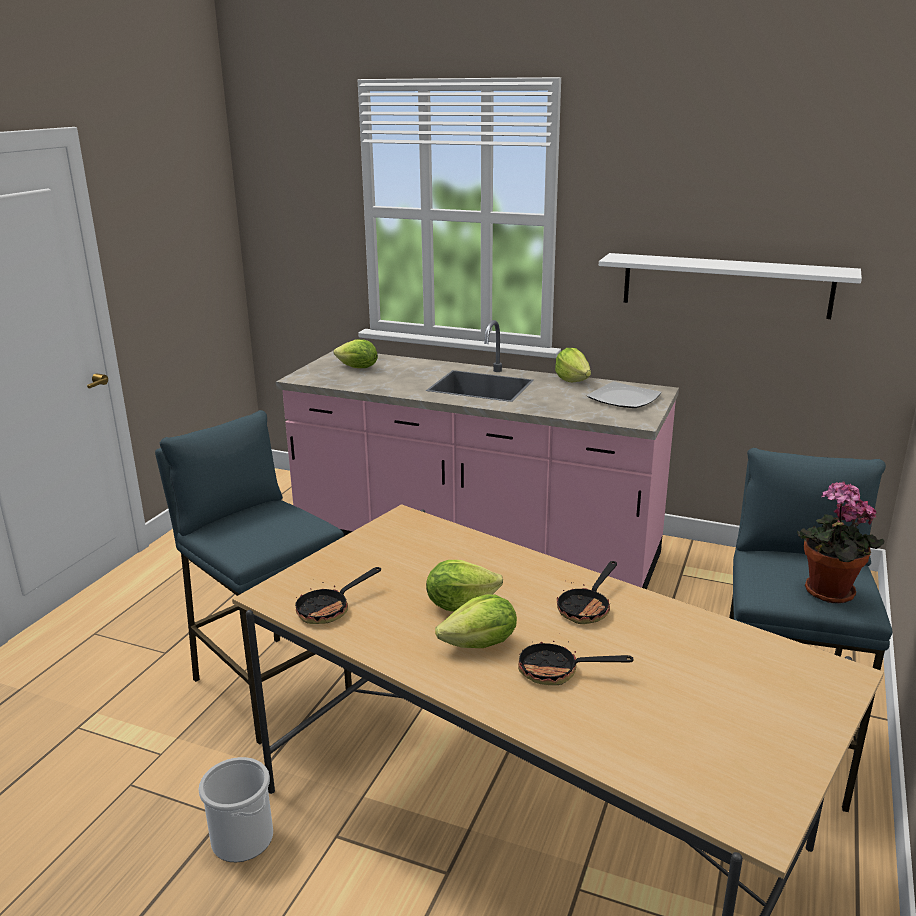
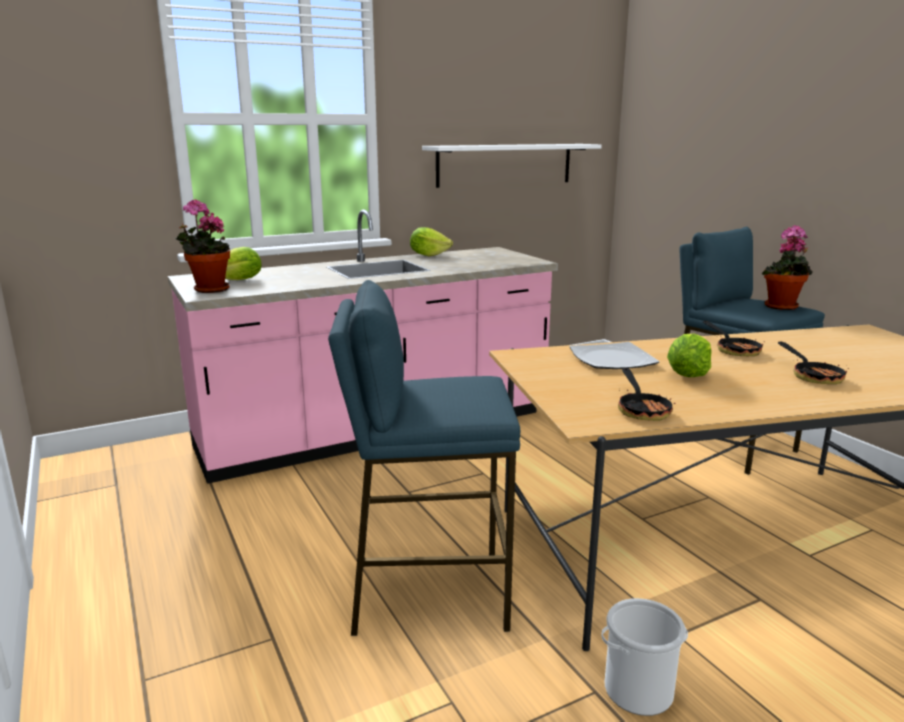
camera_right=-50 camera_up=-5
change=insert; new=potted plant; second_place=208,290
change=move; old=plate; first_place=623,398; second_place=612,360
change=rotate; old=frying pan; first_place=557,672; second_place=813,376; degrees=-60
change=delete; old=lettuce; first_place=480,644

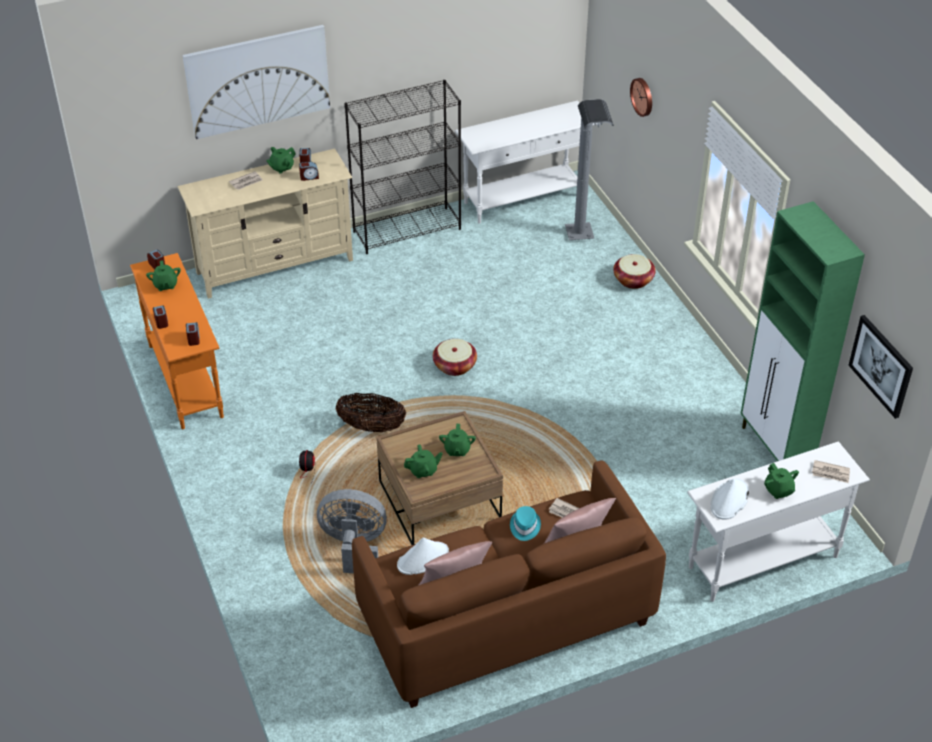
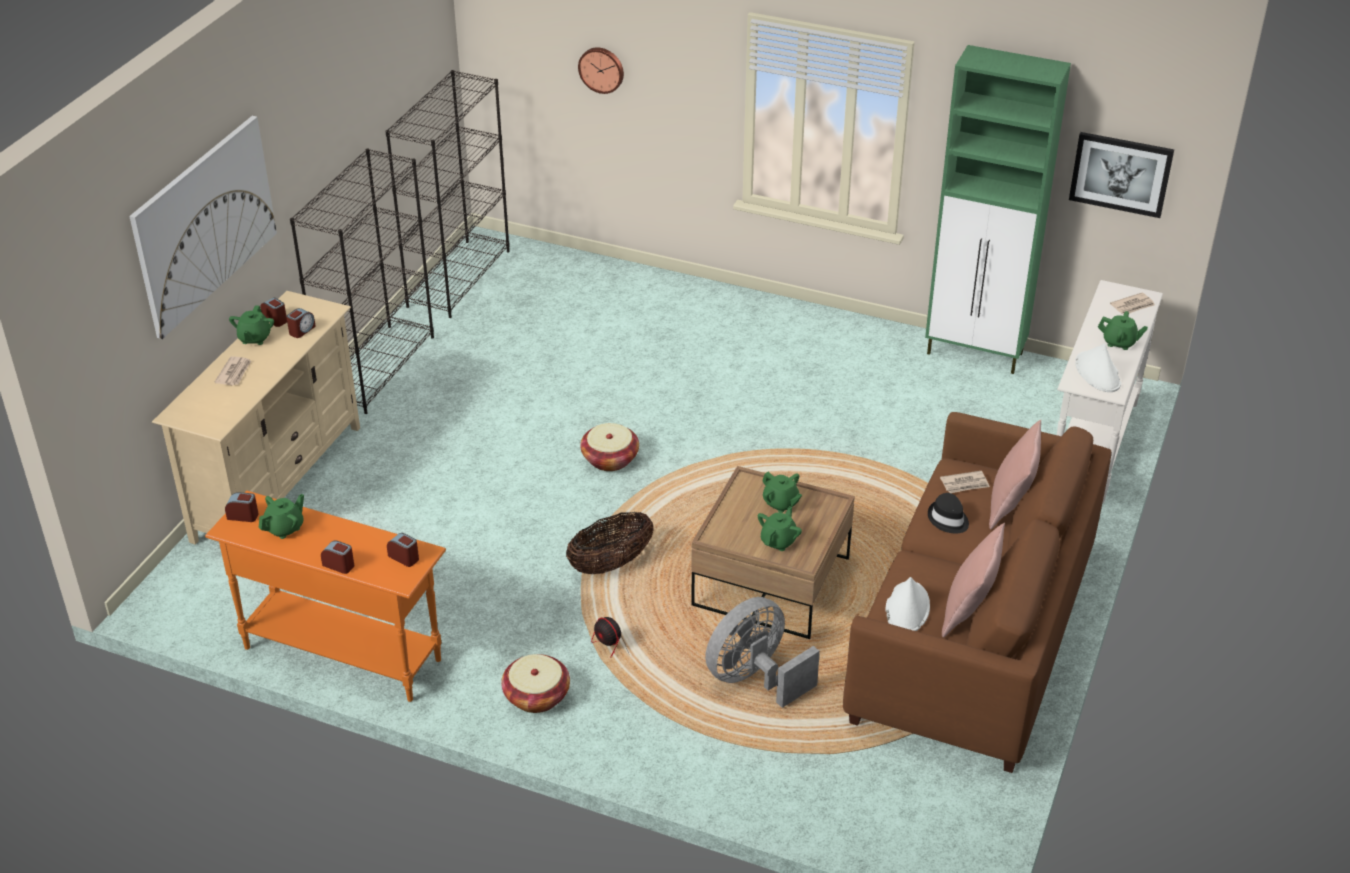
camera_right=-45 camera_up=-5
change=rotate; old=teapot/green; first_place=165,285; second_place=285,528; degrees=-75
change=replace; old=console table/white; new=bookcase/black; first_place=523,200; second_place=459,278
change=move; old=basket; first_place=633,280; second_place=536,696
change=recolor; old=hat/turquoise; new=hat/black; first_place=524,526; second_place=948,519
change=delete; old=floor lamp/grey; first_place=583,245

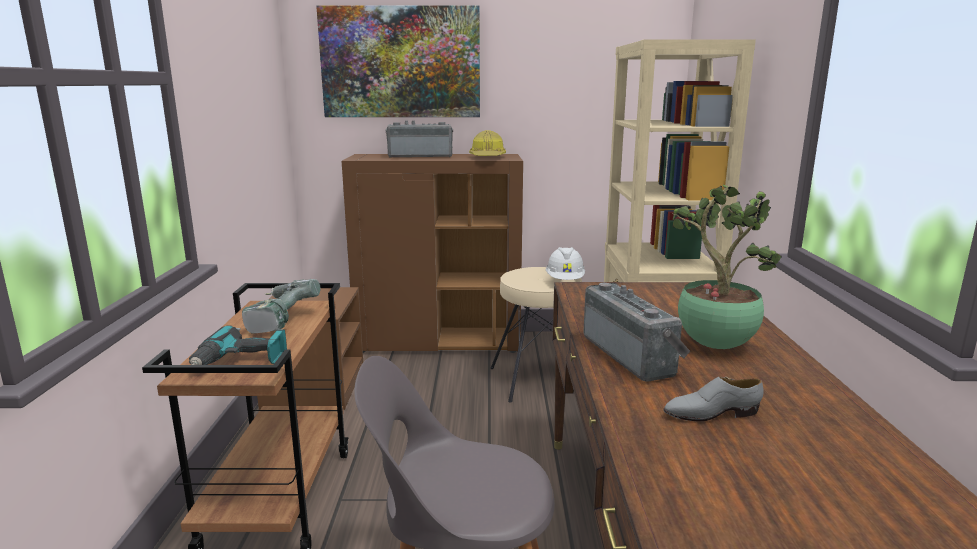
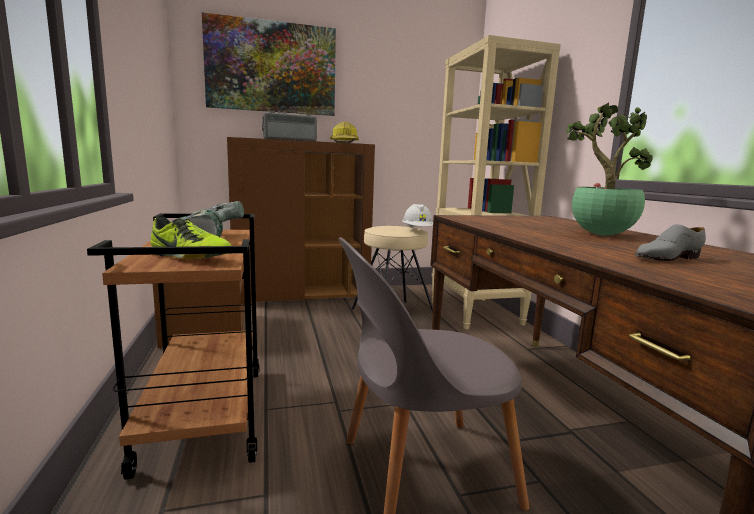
camera_right=-15 camera_up=-5
change=replace; old=power drill; new=shoe; first_place=241,361; second_place=190,257
change=delete; old=radio; first_place=632,355

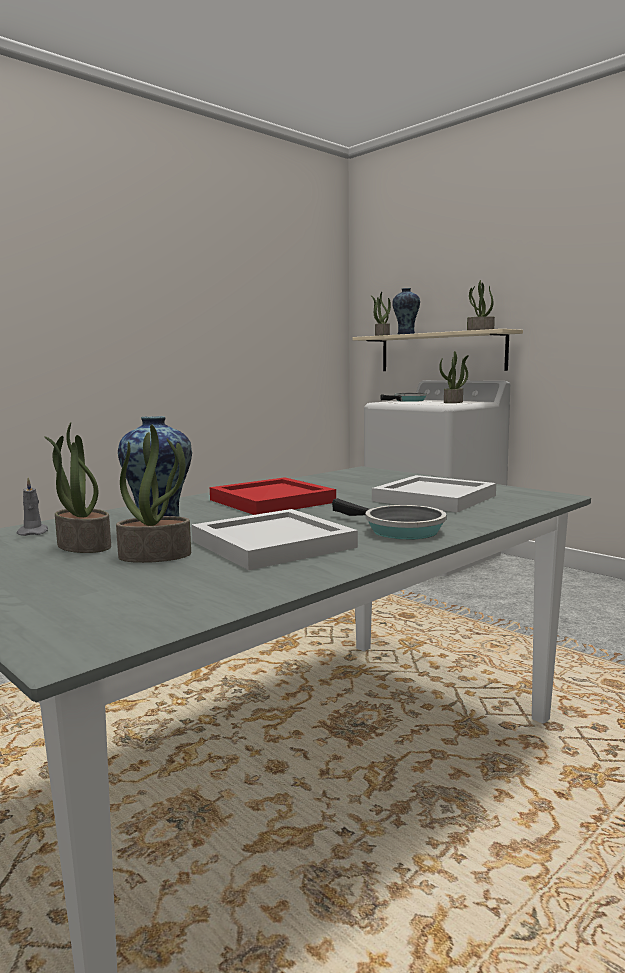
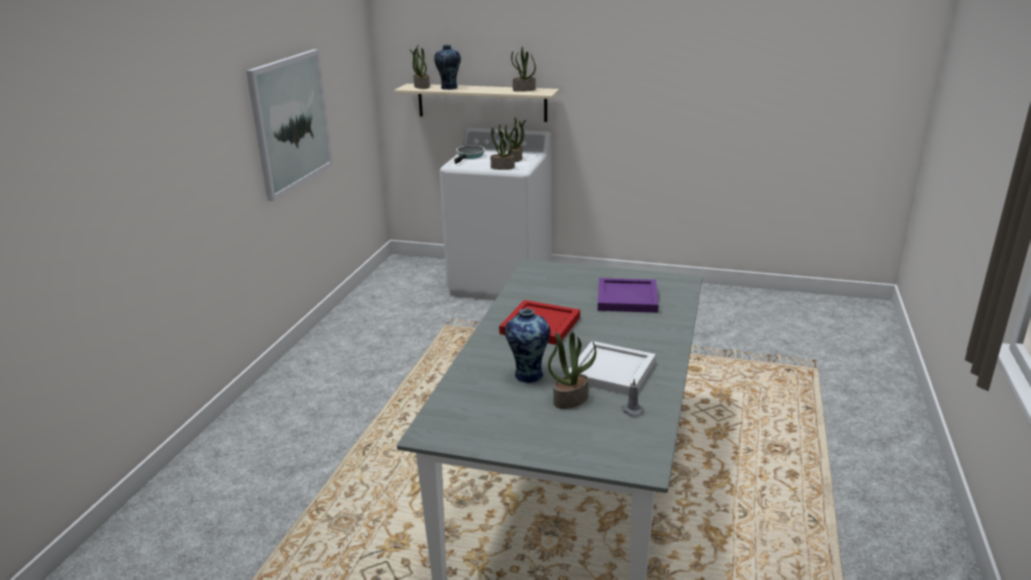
camera_right=-30 camera_up=15
change=insert; new=picture; second_place=291,122
change=move; old=potted plant; first_place=82,546; second_place=502,167
change=recolor; old=tray/white; new=tray/purple; first_place=436,498; second_place=628,298
change=move; old=candle/grey; first_place=33,532; second_place=631,410
change=delete; old=frying pan; first_place=398,529

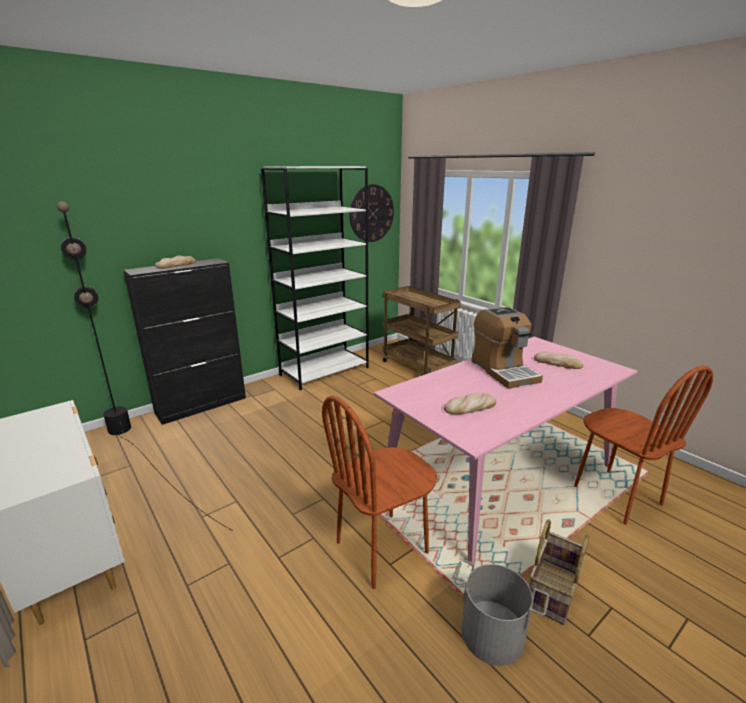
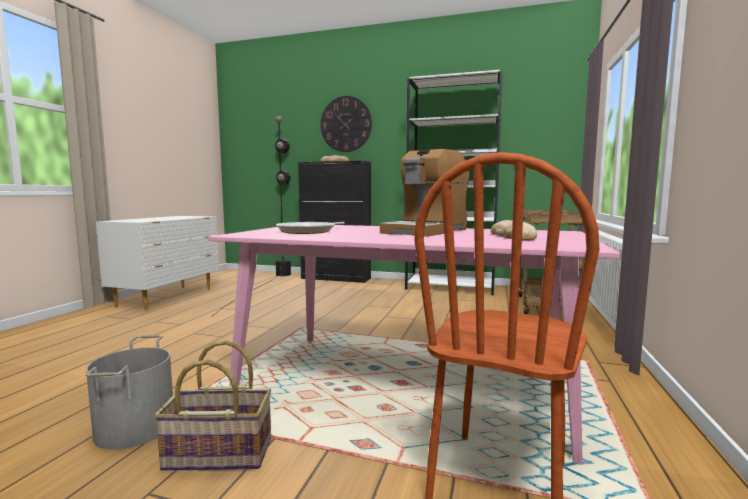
camera_right=55 camera_up=-15
change=replace; old=bread; new=frying pan; first_place=470,407; second_place=309,231
change=move; old=wall clock; first_place=371,213; second_place=346,124
change=delete; old=chair/brown; first_place=382,548

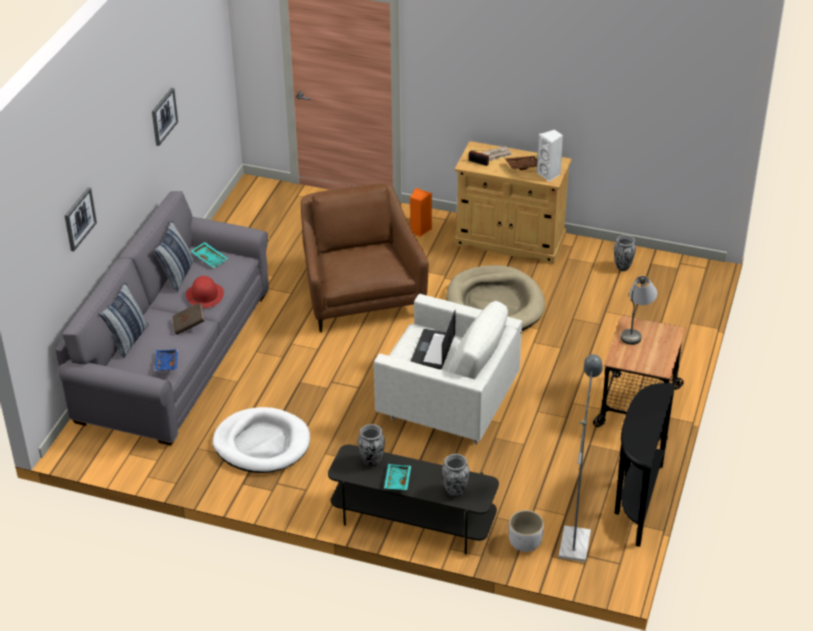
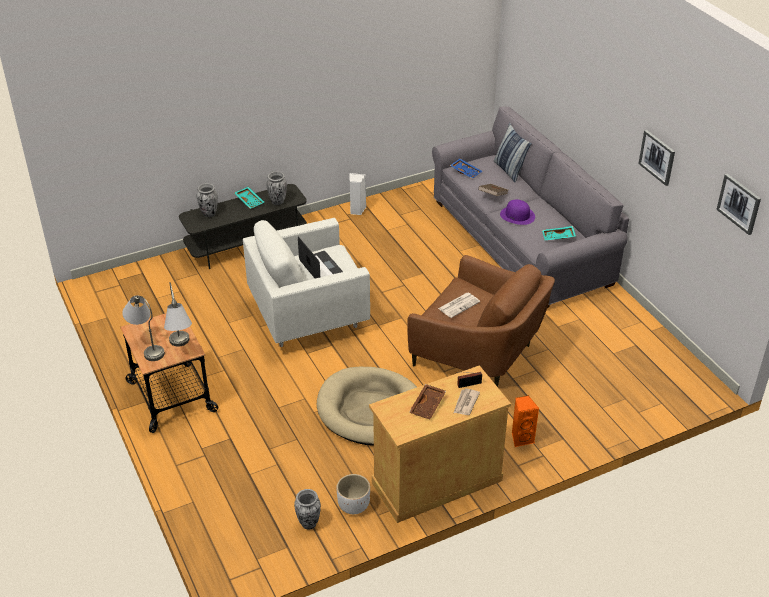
camera_right=135 camera_up=0
change=insert; new=table lamp/grey; second_place=147,347
change=move; old=planter/white; first_place=525,543; second_place=353,506
change=move; old=speaker/white; first_place=549,174; second_place=356,210
change=insert; new=newspaper; second_place=459,305
change=recolor; old=hat/red; new=hat/purple; first_place=204,295; second_place=517,215
change=move; old=picture; first_place=79,218; second_place=739,203
change=delete; old=pillow; first_place=177,276
change=delete; old=dog bed/white; first_place=262,444
change=delete; old=floor lamp/grey; first_place=575,538
change=delete; old=console table/black; first_place=636,501

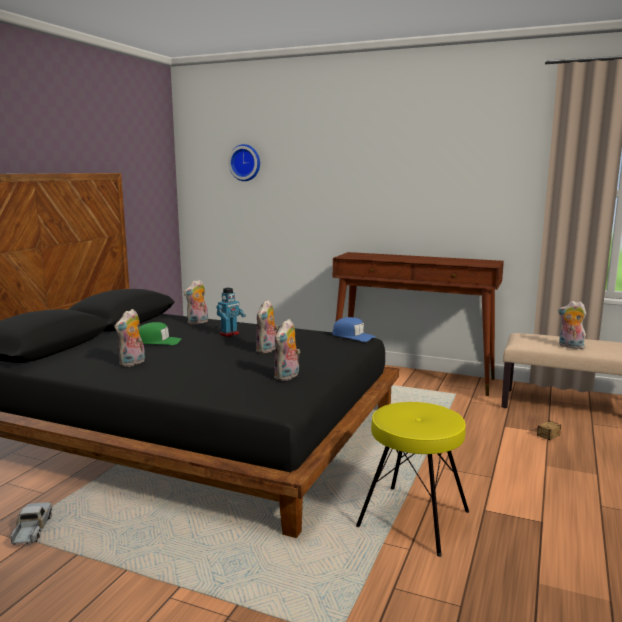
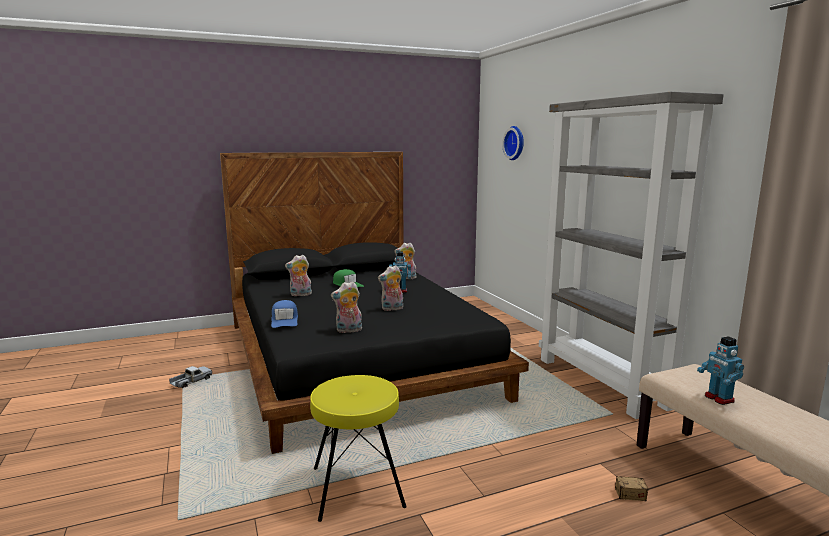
camera_right=45 camera_up=0
change=move; old=cap/blue; first_place=353,336; second_place=285,320
change=replace; old=console table/brown; new=bookcase/grey; first_place=412,376; second_place=602,382
change=replace; old=plush toy; new=toy robot; first_place=570,346; second_place=718,398

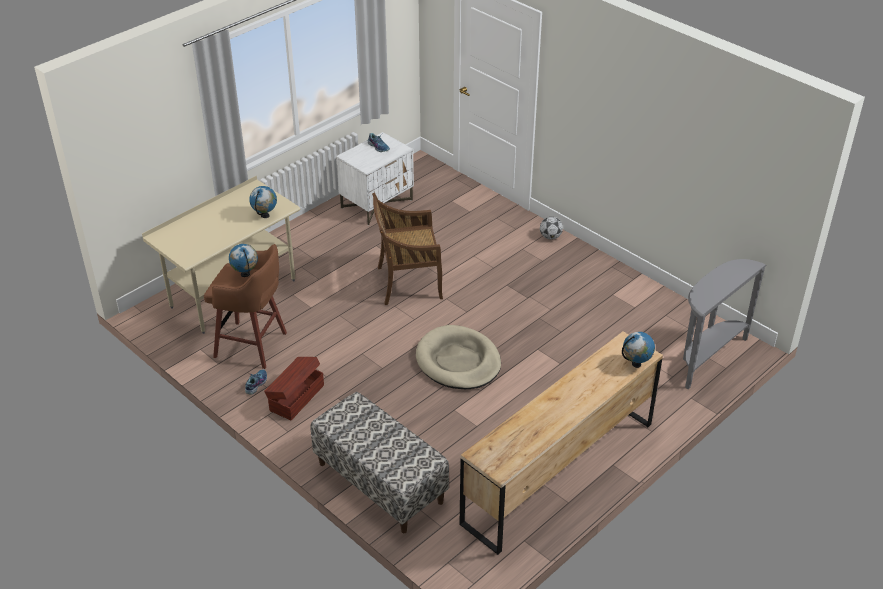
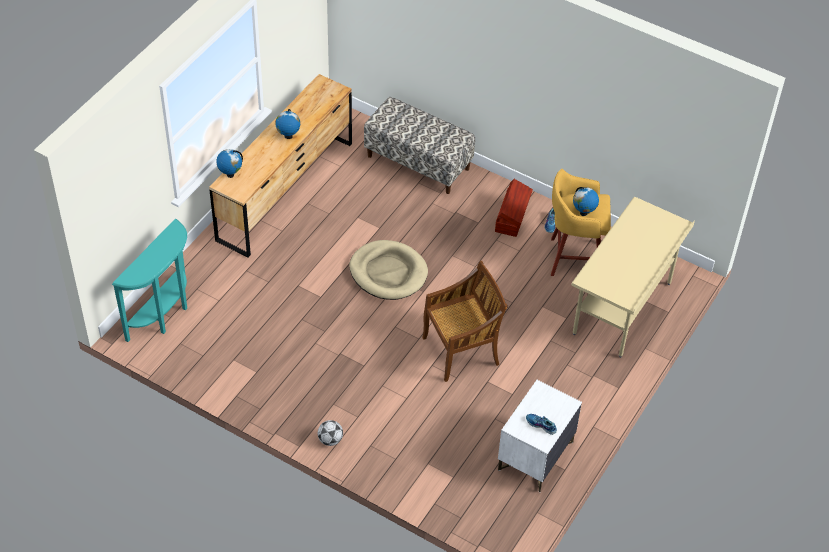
camera_right=165 camera_up=10
change=recolor; old=console table/grey; new=console table/turquoise; first_place=707,357; second_place=165,314
change=move; old=globe; first_place=265,216; second_place=288,136
change=recolor; old=stool/brown; new=stool/yellow; first_place=253,346; second_place=573,258

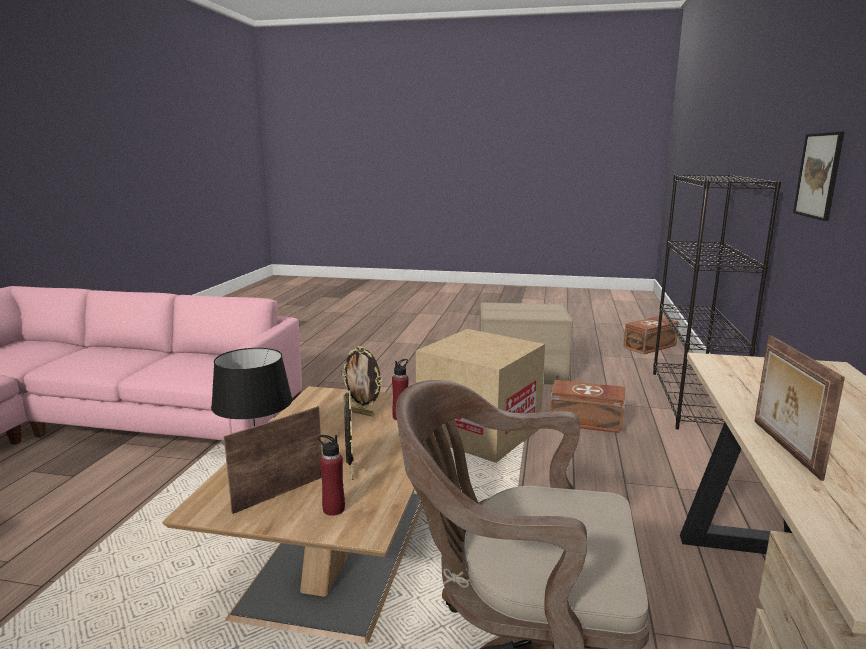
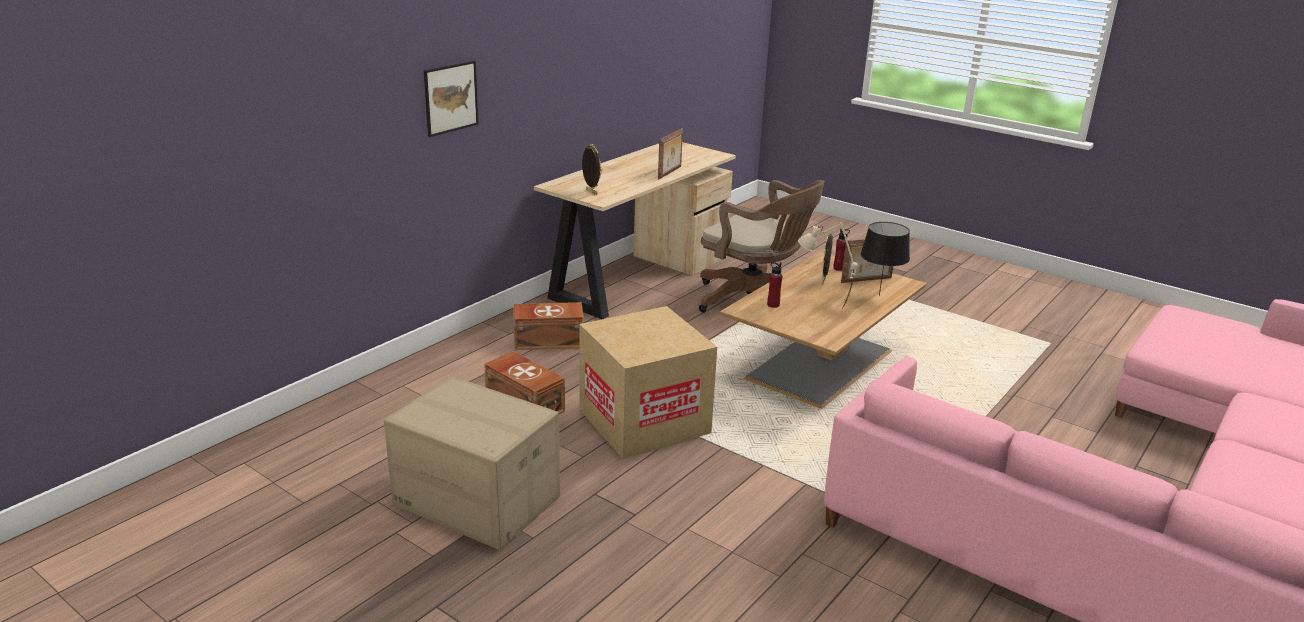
camera_right=-155 camera_up=10
change=move; old=storage box/brown; first_place=650,346; second_place=547,340
change=move; old=picture frame; first_place=363,413; second_place=591,192
change=insert; new=table lamp/beige; second_place=821,307
change=delete; old=bookcase/black; first_place=692,400

